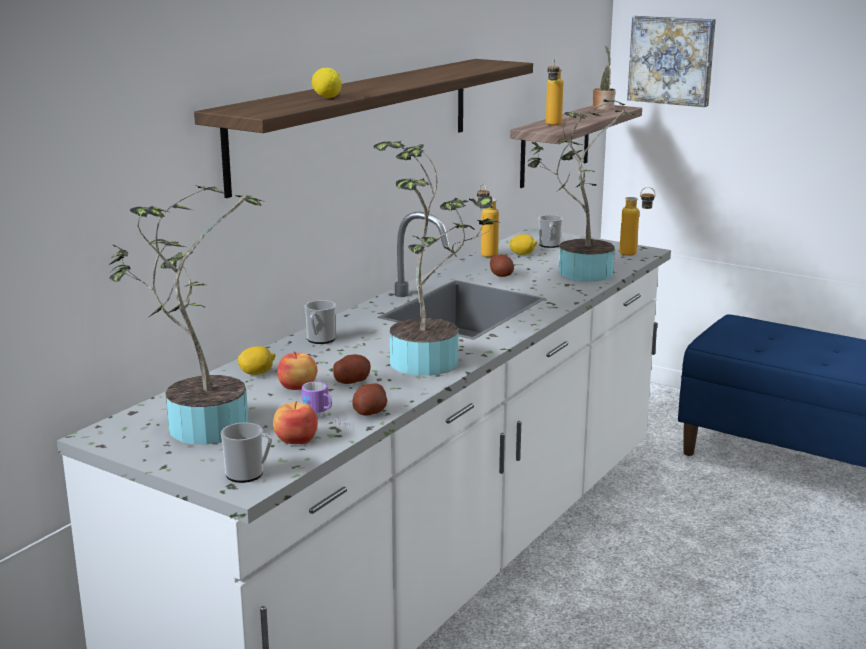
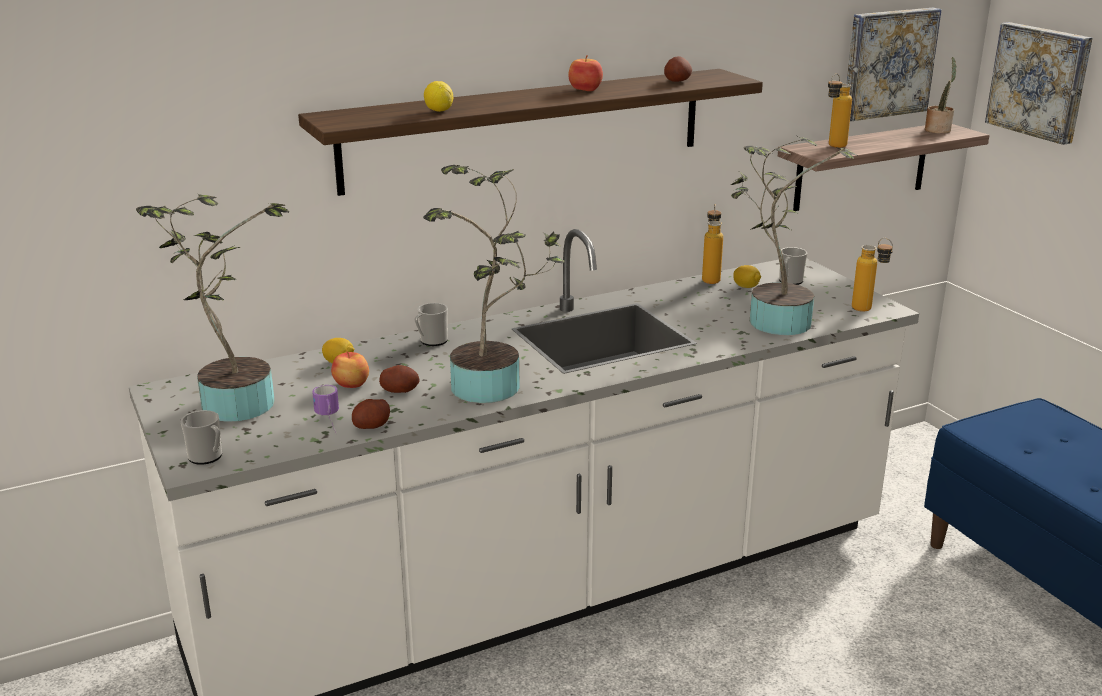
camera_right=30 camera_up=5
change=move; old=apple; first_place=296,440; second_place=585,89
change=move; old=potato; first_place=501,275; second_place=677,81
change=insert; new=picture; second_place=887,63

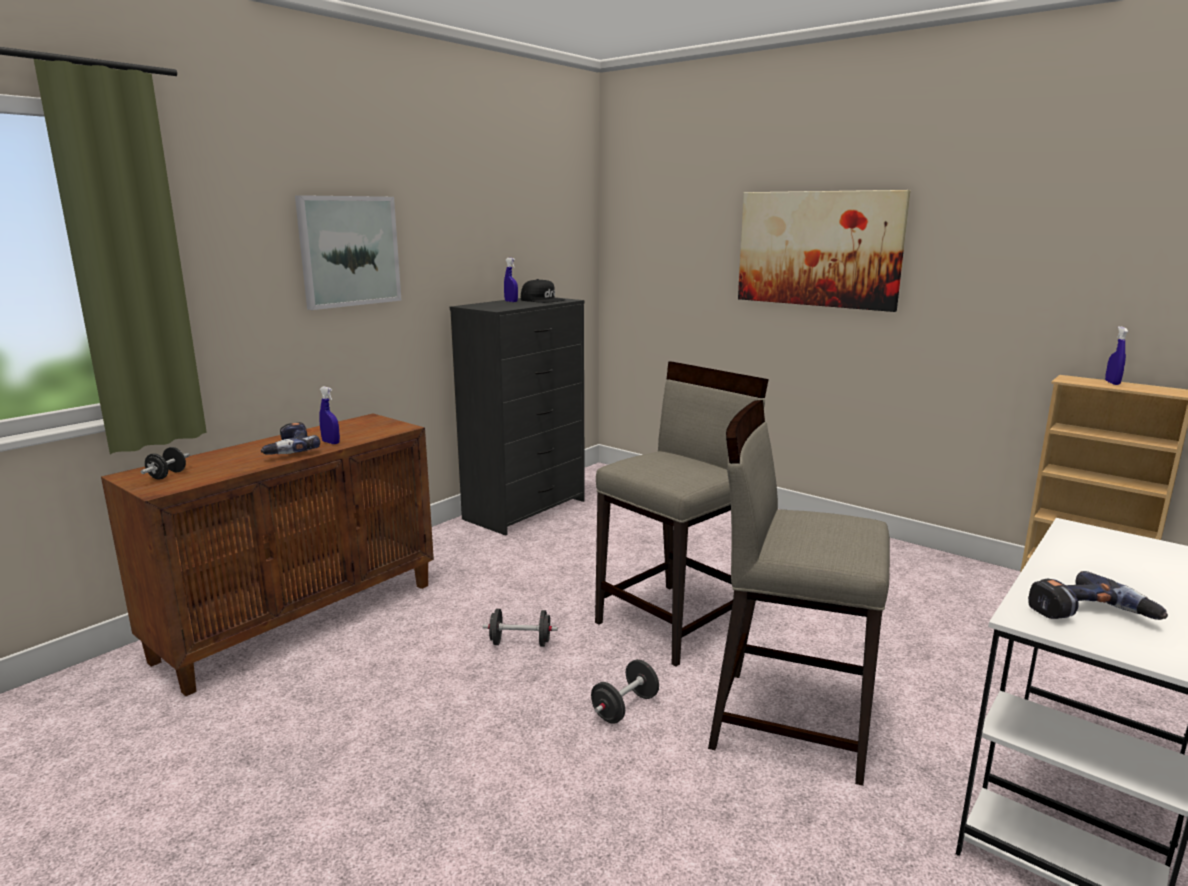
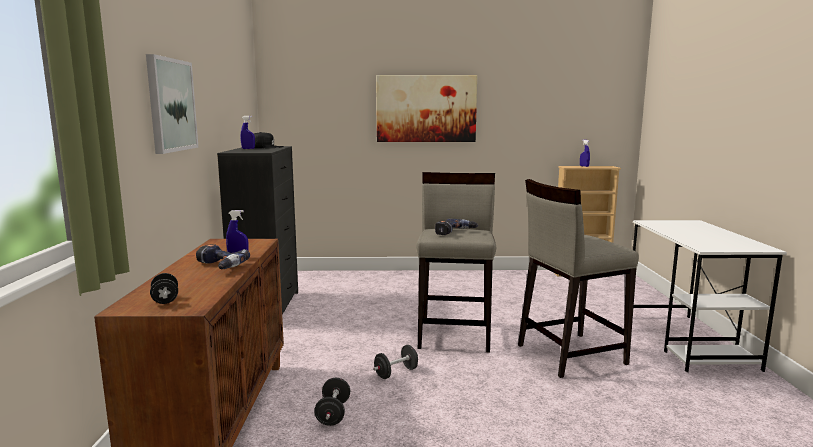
camera_right=-40 camera_up=-5
change=move; old=dumbbell/black; first_place=625,708; second_place=333,414
change=move; old=power drill; first_place=1090,616; second_place=455,232

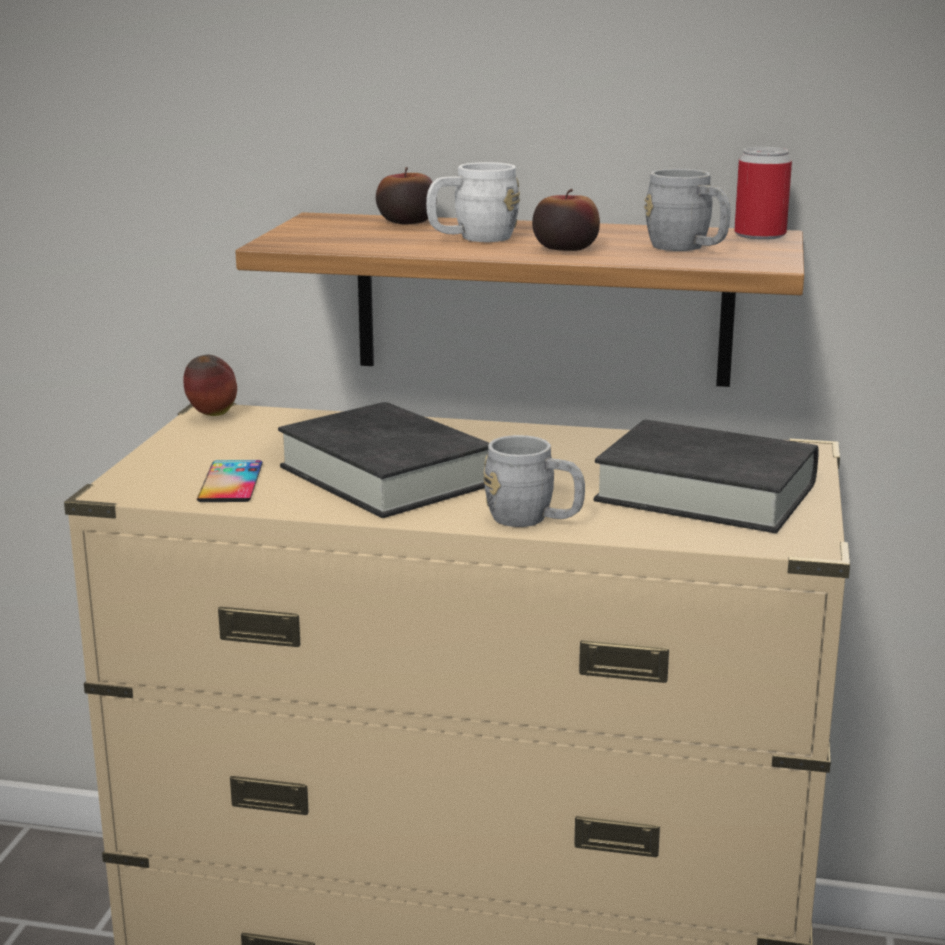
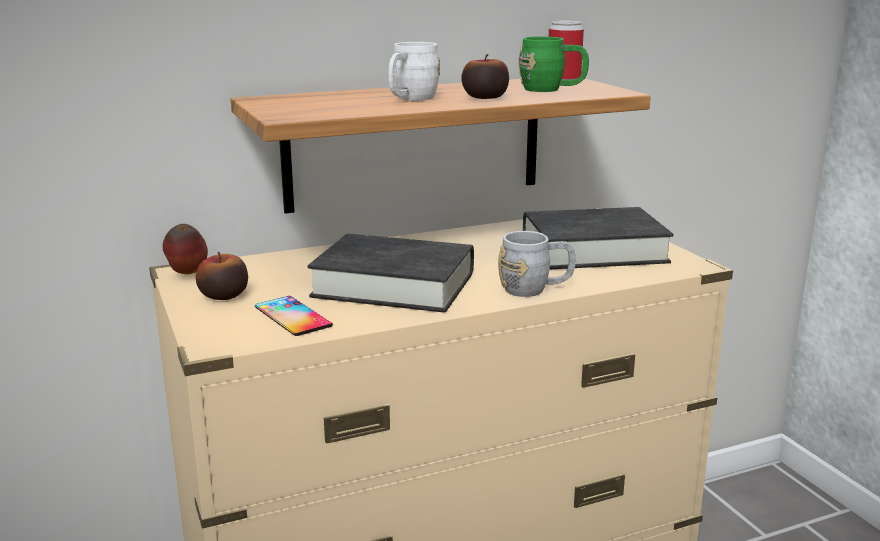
camera_right=-35 camera_up=0
change=move; old=apple; first_place=406,222; second_place=223,295
change=recolor; old=mug/grey; new=mug/green; first_place=688,248; second_place=551,89

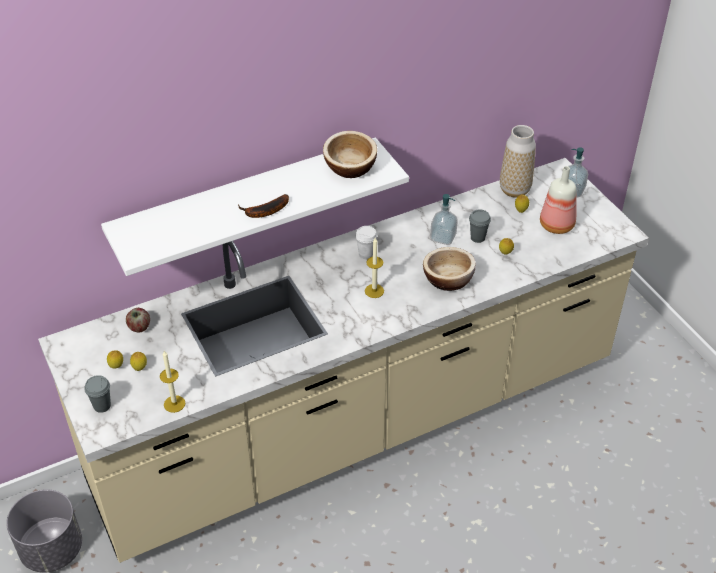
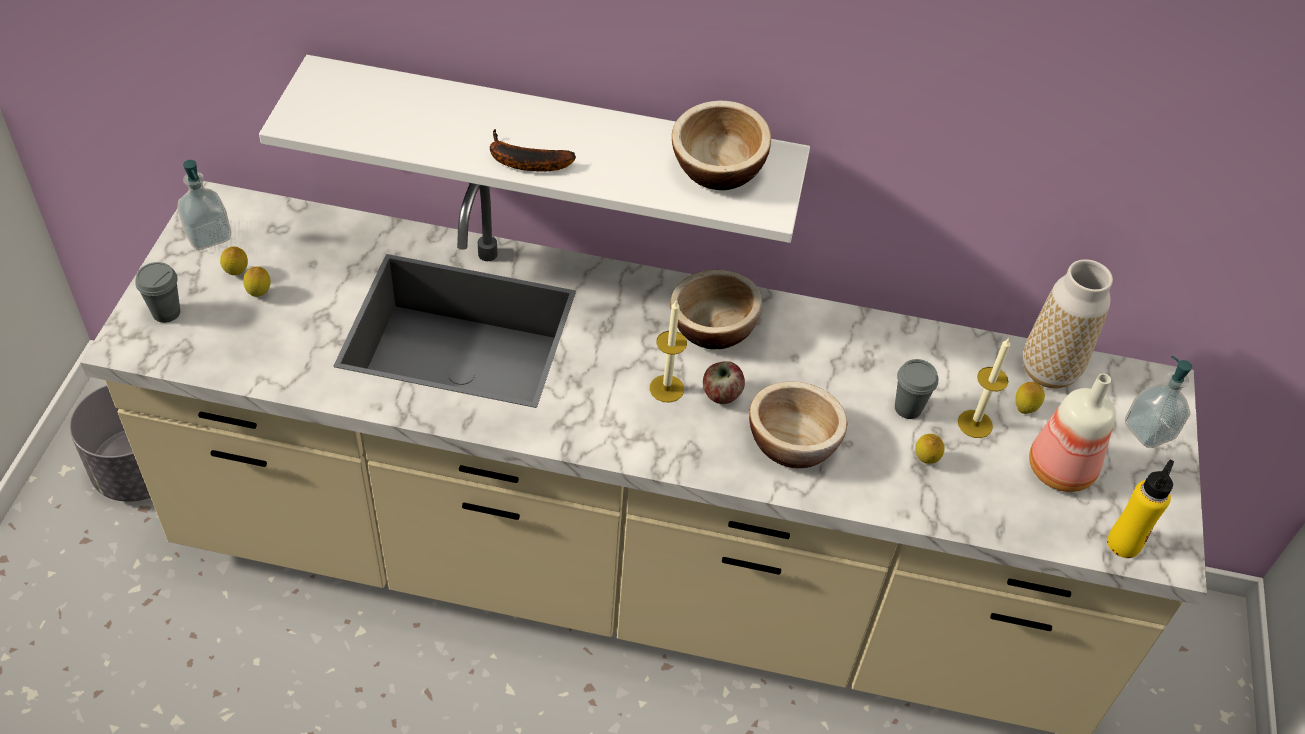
camera_right=35 camera_up=5
change=move; old=soap dispenser; first_place=443,237; second_place=208,236
change=replace; old=cup/white; new=bowl; first_place=366,254; second_place=713,328
change=move; old=apple; first_place=139,328; second_place=721,395
change=move; old=candle; first_place=174,404; second_place=975,424
change=insert; new=bottle/yellow; second_place=1123,543

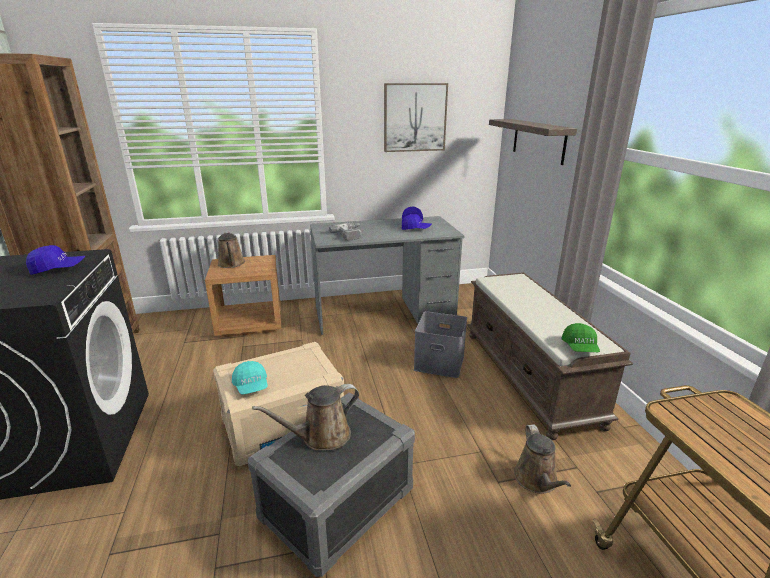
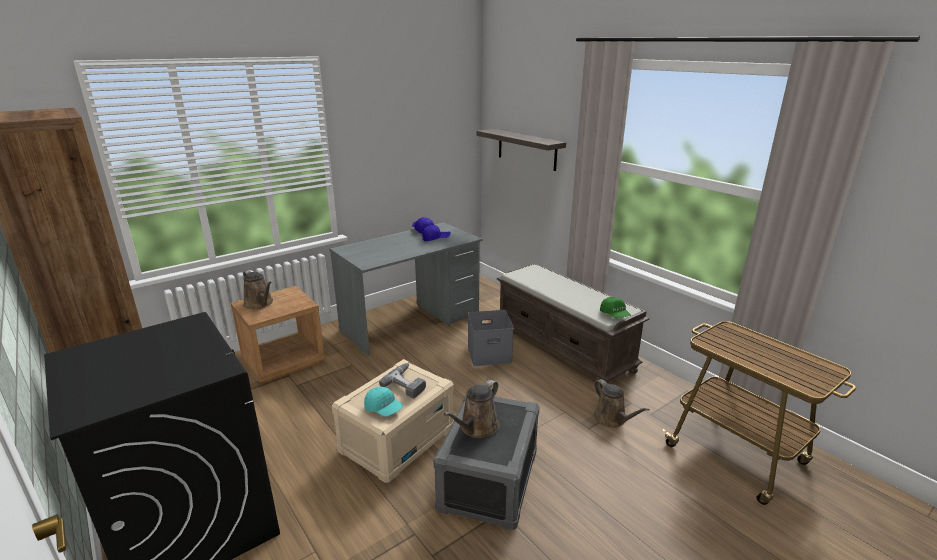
camera_right=-25 camera_up=0
change=move; old=power drill; first_place=351,234; second_place=407,383
change=delete; old=cap/blue; first_place=58,269
change=delete; old=picture; first_place=414,117

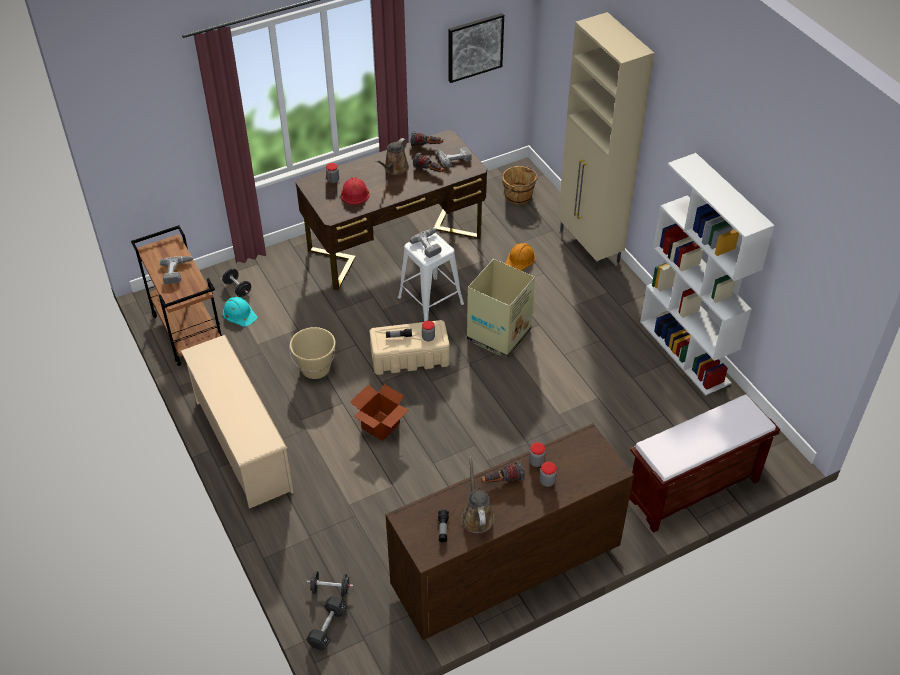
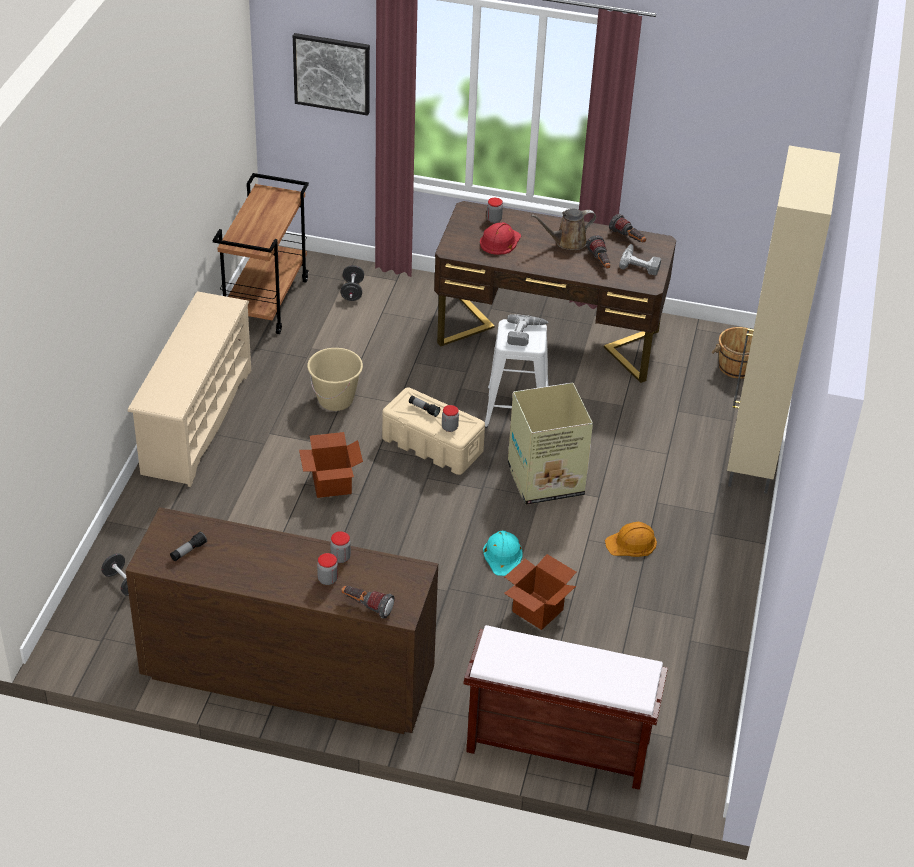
camera_right=40 camera_up=-5
change=move; old=picture; first_place=475,47; second_place=332,73
change=move; old=flashlight; first_place=502,481; second_place=366,606
change=move; old=hard hat/turquoise; first_place=239,313; second_place=503,556
change=insert; new=cardboard box; second_place=538,610
change=move; old=hard hat/orange; first_place=520,260; second_place=631,543
change=delete; old=power drill; first_place=178,272
change=delete; old=dumbbell/black; first_place=327,627
change=delete; old=watering can/brown; first_place=476,515
change=delete; old=bookcase/white; first_place=685,352

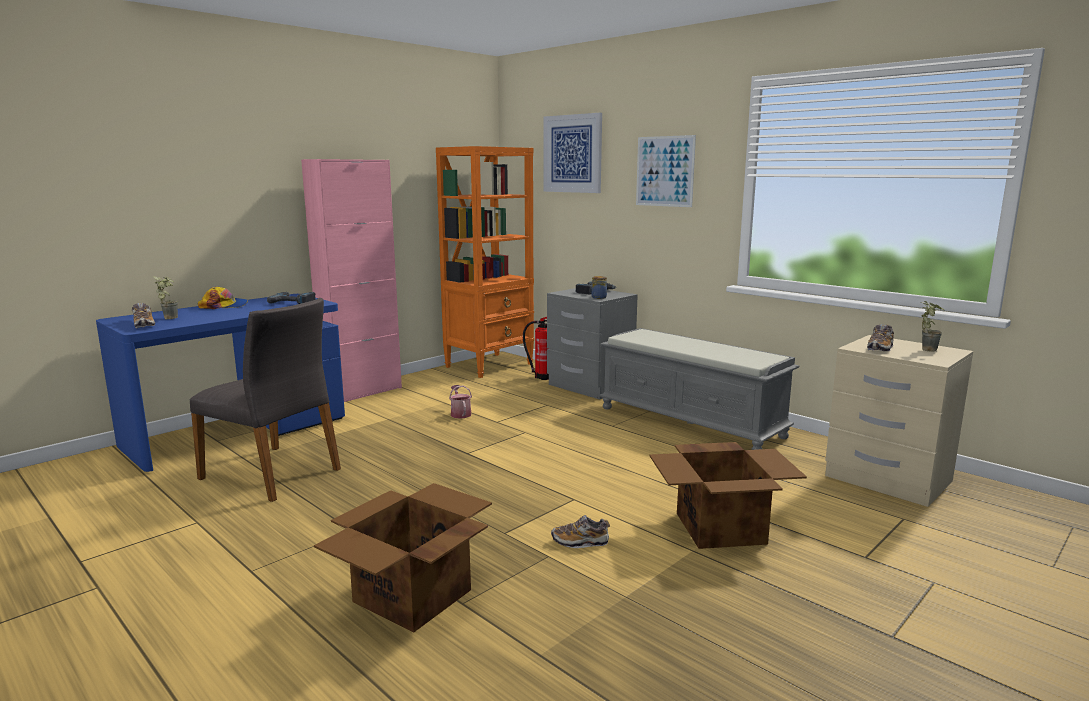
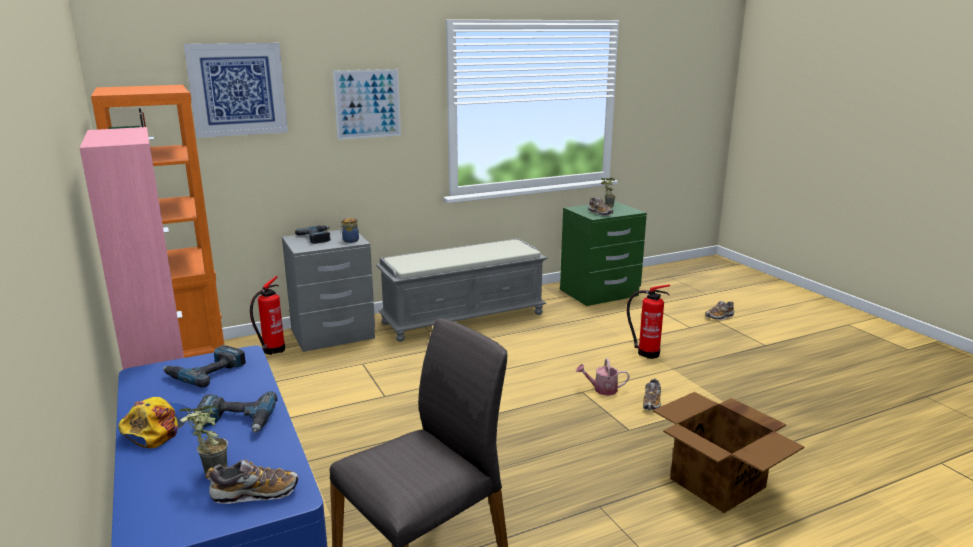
camera_right=-70 camera_up=5
change=insert; new=power drill; second_place=236,421
change=recolor; old=nightstand/beige; new=nightstand/green; first_place=887,479; second_place=599,293
change=move; old=watering can; first_place=460,413; second_place=602,389
change=replace; old=cardboard box; new=fire extinguisher; first_place=721,528; second_place=646,353
change=insert; new=shoe; second_place=719,316

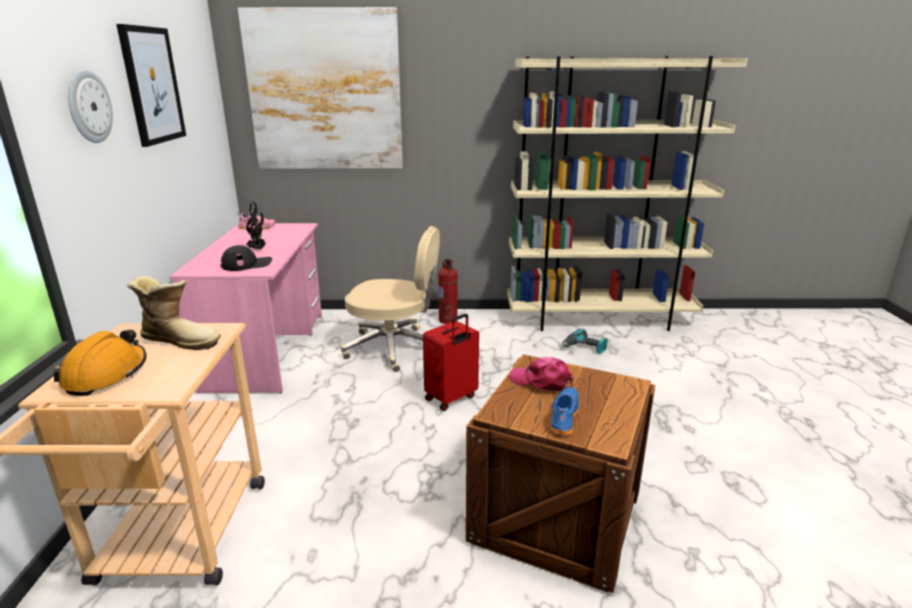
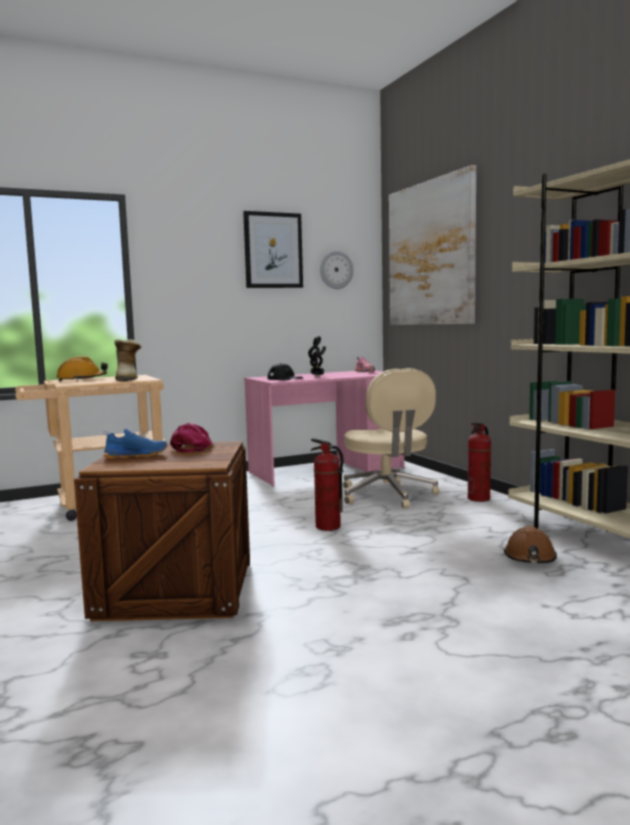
camera_right=65 camera_up=-15
change=replace; old=suitcase/red; new=fire extinguisher; first_place=451,398; second_place=327,527
change=move; old=wall clock; first_place=88,106; second_place=336,270
change=replace; old=power drill; new=hard hat/brown; first_place=584,348; second_place=530,558

